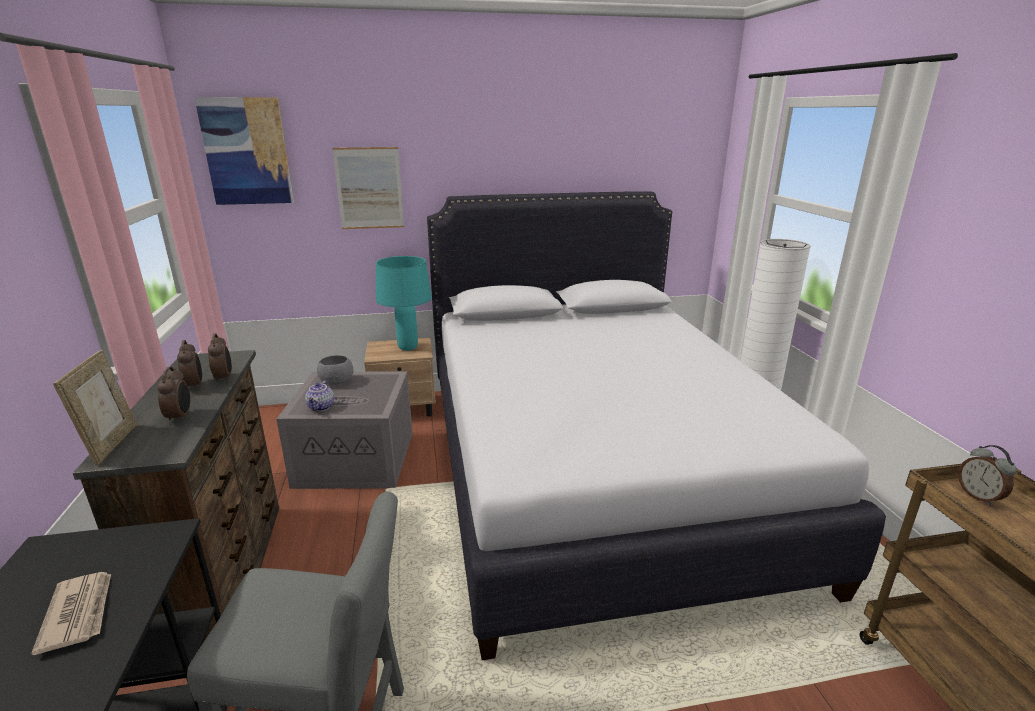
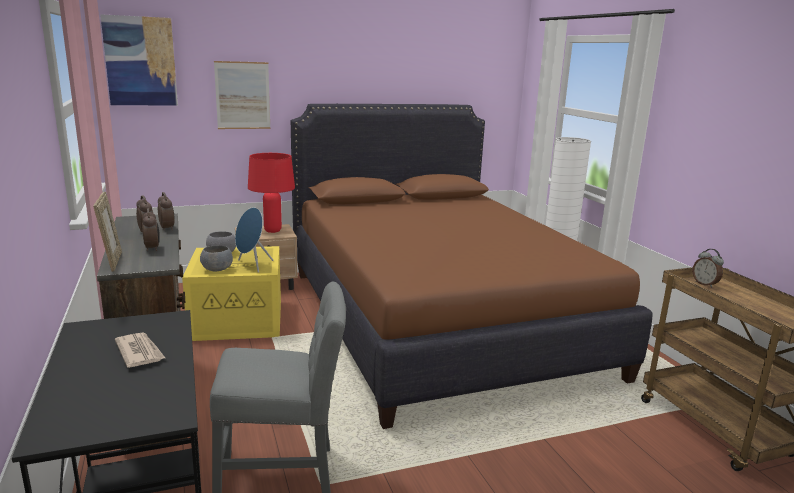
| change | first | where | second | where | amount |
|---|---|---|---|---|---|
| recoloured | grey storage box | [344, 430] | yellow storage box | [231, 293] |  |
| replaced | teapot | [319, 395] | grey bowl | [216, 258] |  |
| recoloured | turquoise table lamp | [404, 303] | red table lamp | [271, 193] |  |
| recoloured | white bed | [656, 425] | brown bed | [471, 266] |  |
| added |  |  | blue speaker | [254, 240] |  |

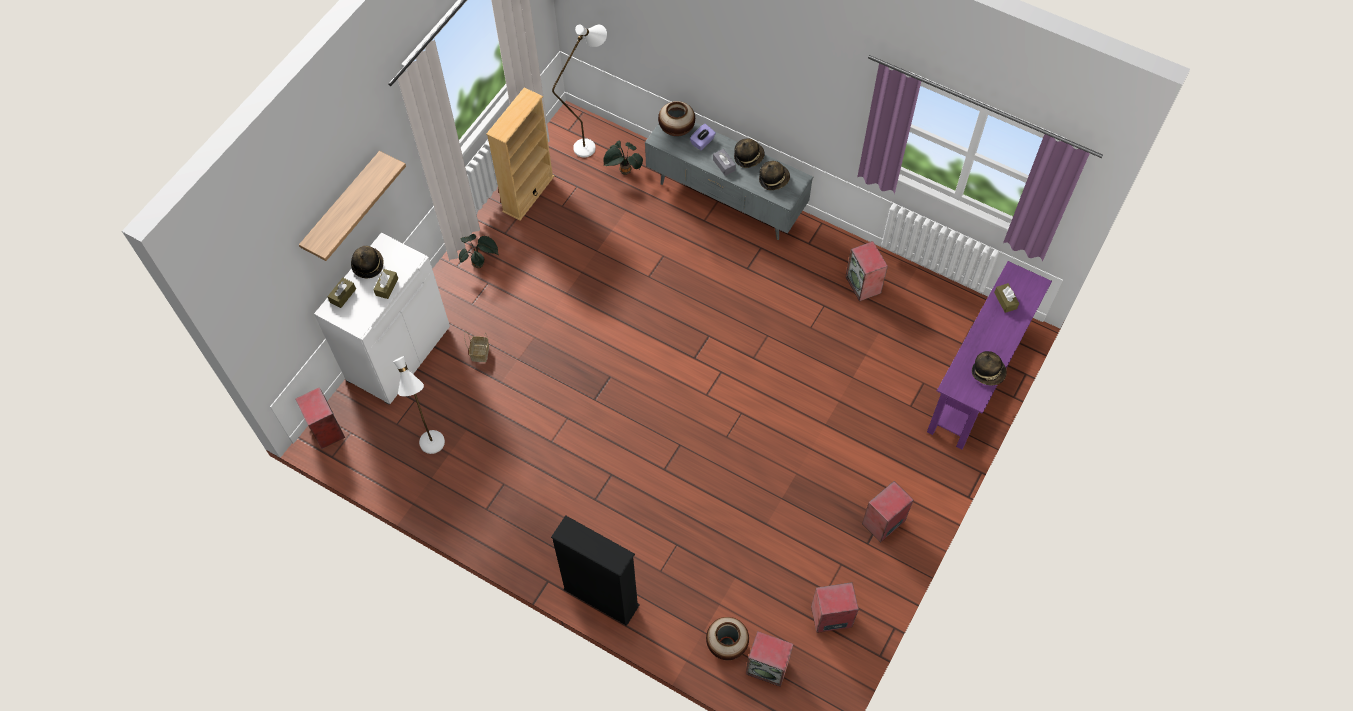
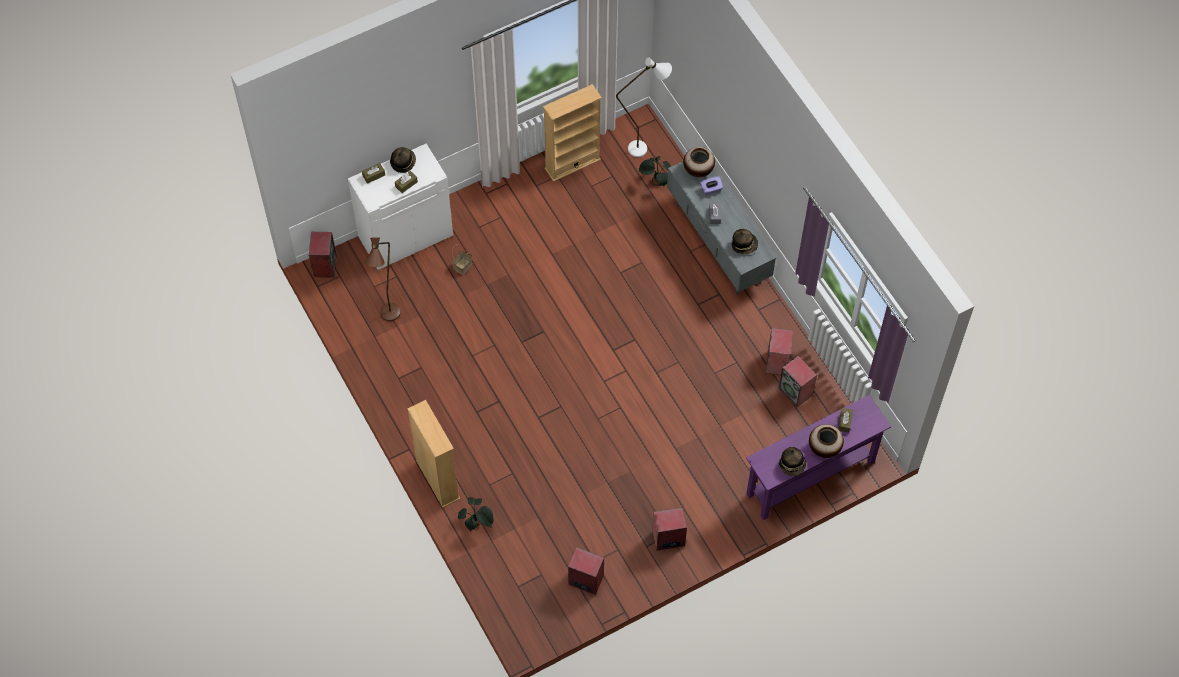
| change | first | where | second | where | amount |
|---|---|---|---|---|---|
| removed | shelf | [352, 206] |  |  |  |
| recoloured | white floor lamp | [419, 405] | brown floor lamp | [382, 279] |  |
| moved | potted plant | [479, 251] |  | [476, 514] |  |
| recoloured | black bookcase | [595, 570] | beige bookcase | [433, 454] |  |
| moved | vase | [727, 638] |  | [826, 441] |  |
| removed | hat | [749, 153] |  |  |  |
| moved | speaker | [769, 659] |  | [797, 381] |  |

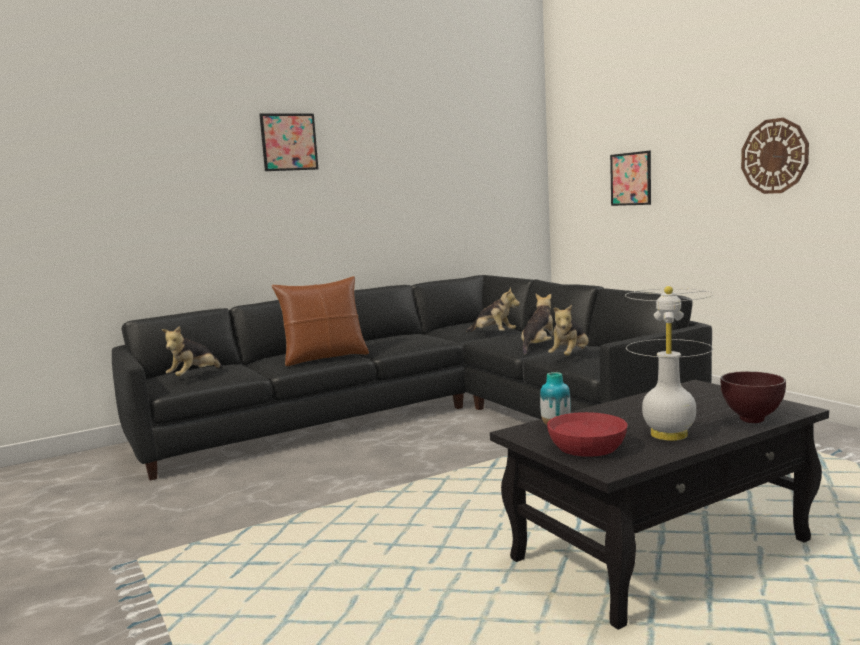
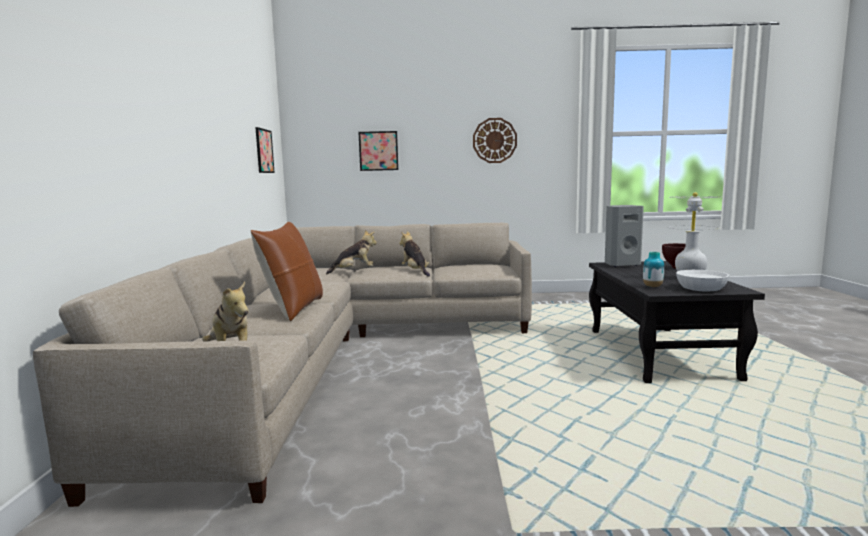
| change | first | where | second | where | amount |
|---|---|---|---|---|---|
| recoloured | black sofa | [412, 377] | beige sofa | [282, 365] |  |
| moved | picture | [288, 142] |  | [265, 150] |  |
| recoloured | red bowl | [587, 434] | white bowl | [702, 280] |  |
| removed | plush toy | [568, 330] |  |  |  |
| added |  |  | grey speaker | [624, 236] |  |

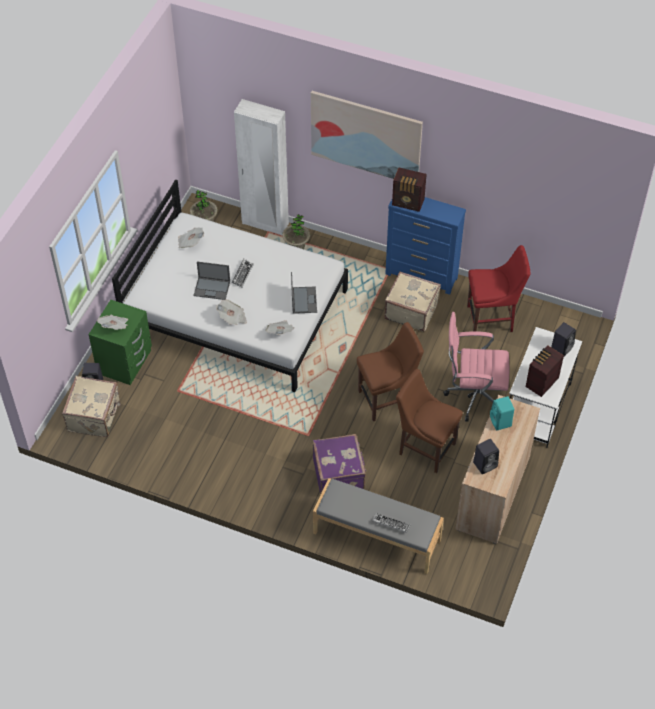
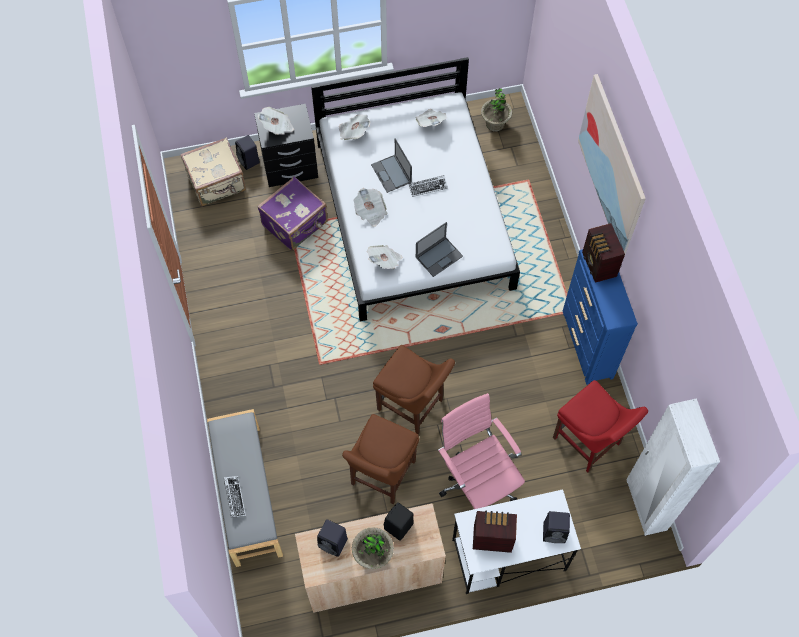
| change | first | where | second | where | amount |
|---|---|---|---|---|---|
| recoloured | green nightstand | [120, 342] | black nightstand | [286, 145] |  |
| moved | white wardrobe | [261, 167] |  | [673, 467] |  |
| moved | potted plant | [296, 231] |  | [373, 548] |  |
| moved | purple suitcase | [339, 464] |  | [292, 213] |  |
| removed | beige suitcase | [412, 301] |  |  |  |
| turned | brown chair | [429, 421] |  | [380, 459] | 150 degrees counterclockwise |
| recoloured | turquoise speaker | [502, 413] | black speaker | [398, 521] |  |
| added |  |  | newspaper | [354, 127] |  |

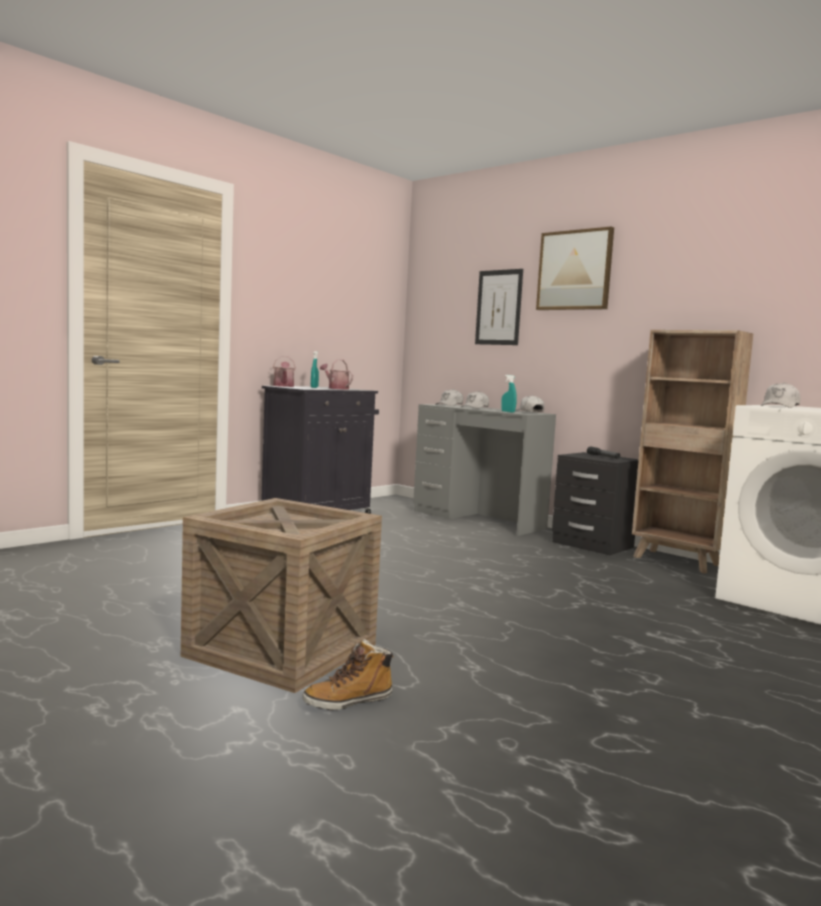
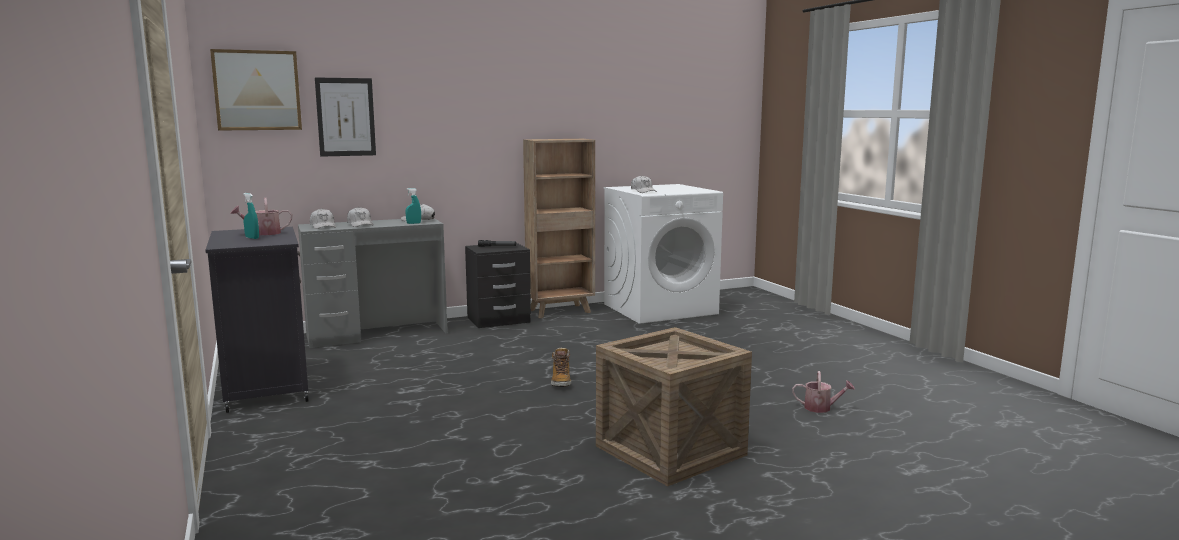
| change | first | where | second | where | amount |
|---|---|---|---|---|---|
| moved | watering can | [284, 371] |  | [823, 392] |  |
| moved | boot | [349, 674] |  | [561, 367] |  |
| moved | picture | [575, 268] |  | [256, 90] |  |

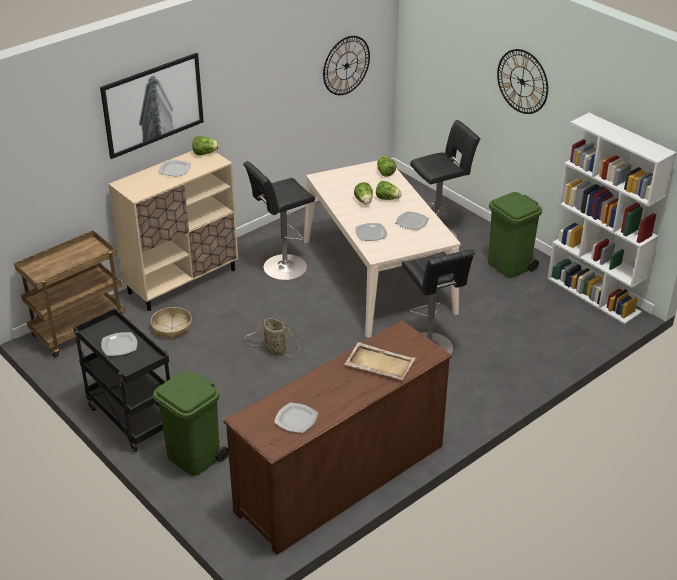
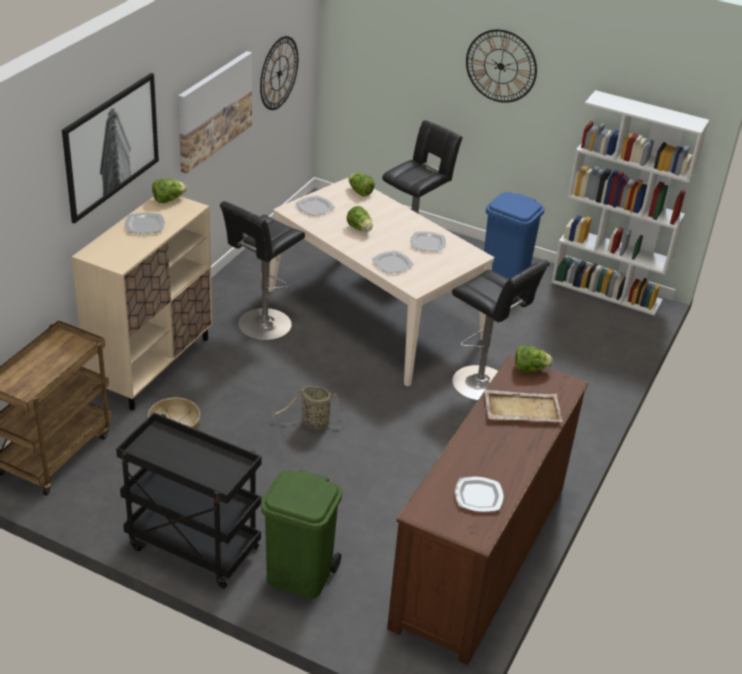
| change | first | where | second | where | amount |
|---|---|---|---|---|---|
| moved | plate | [119, 344] |  | [315, 205] |  |
| moved | lettuce | [389, 190] |  | [534, 358] |  |
| recoloured | green trash can | [515, 235] | blue trash can | [514, 235] |  |
| added |  |  | picture | [215, 112] |  |

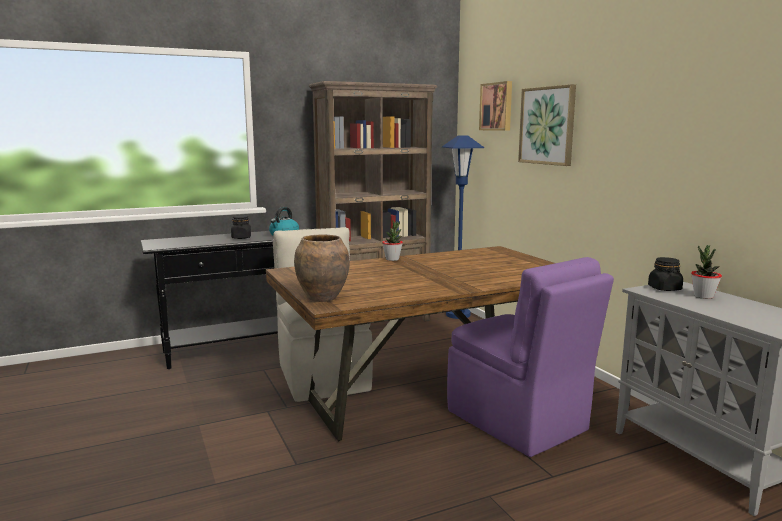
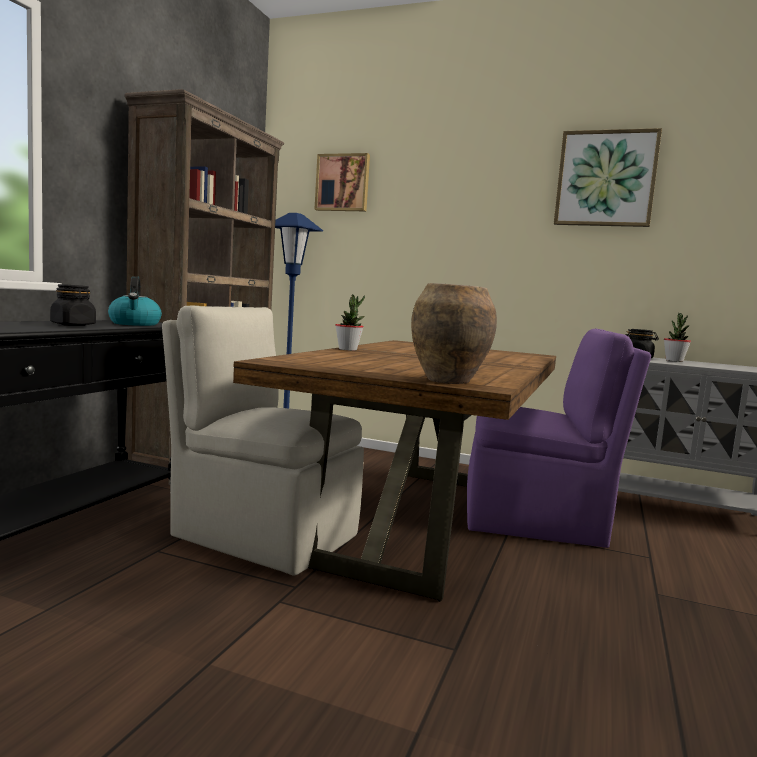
| change | first | where | second | where | amount |
|---|---|---|---|---|---|
| moved | picture | [547, 125] |  | [608, 177] |  |

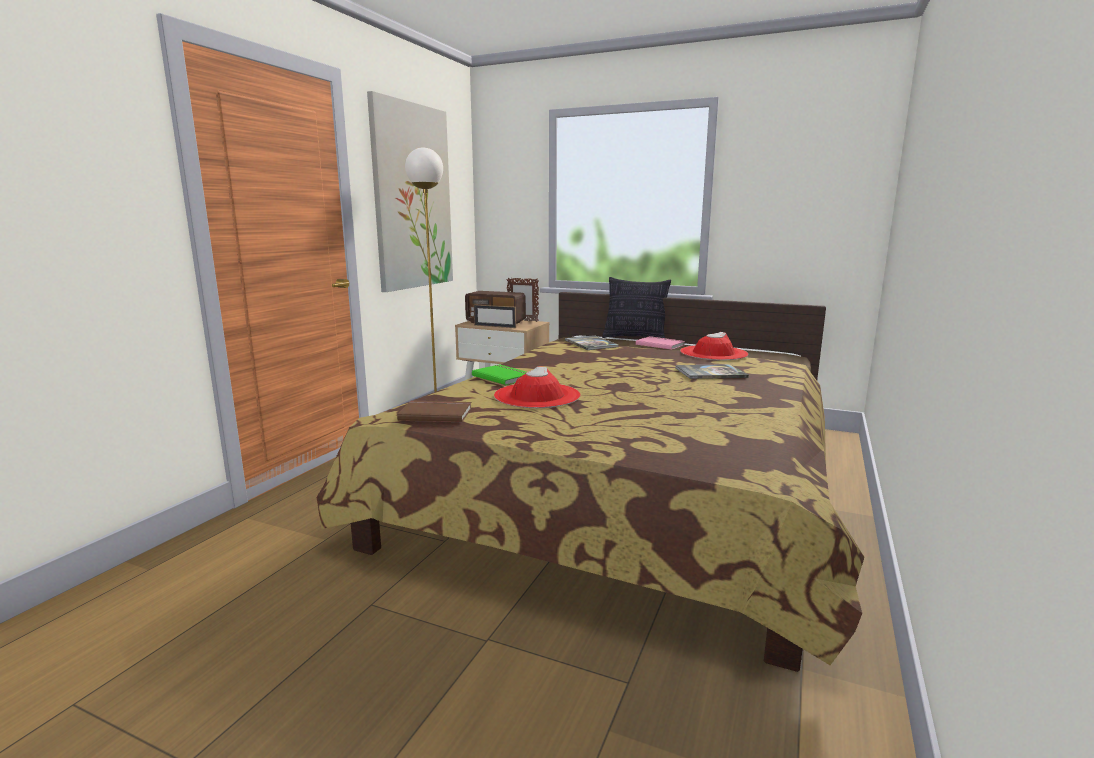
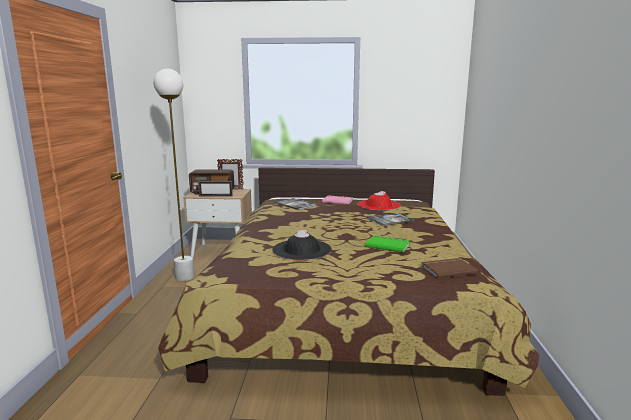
| change | first | where | second | where | amount |
|---|---|---|---|---|---|
| removed | picture | [410, 191] |  |  |  |
| moved | brown book | [434, 411] |  | [449, 268] |  |
| moved | green book | [499, 375] |  | [387, 244] |  |
| recoloured | red hat | [537, 387] | black hat | [302, 245] |  |
| removed | pillow | [636, 307] |  |  |  |

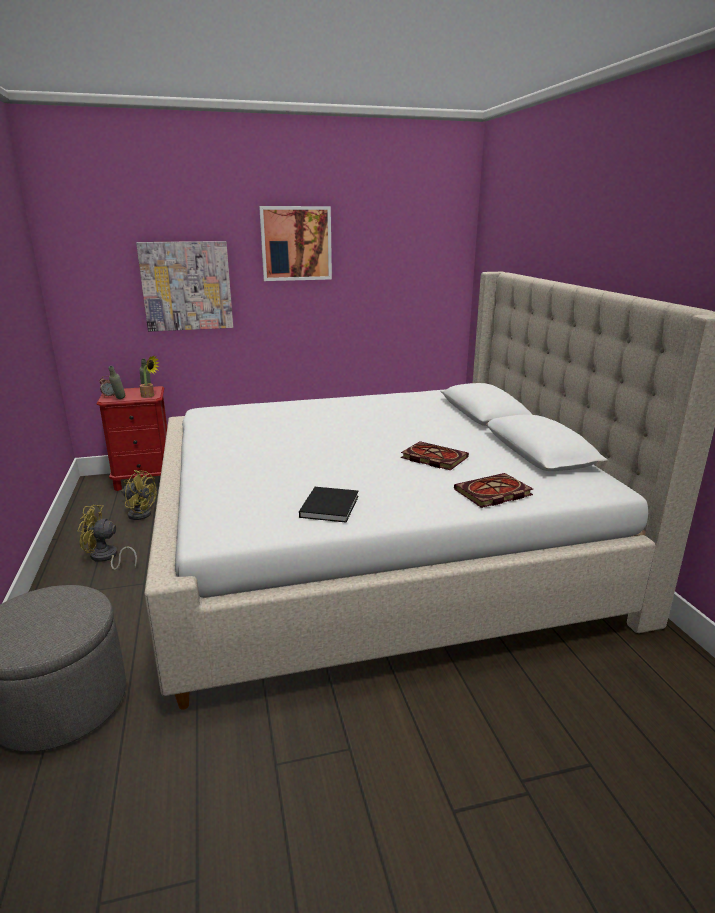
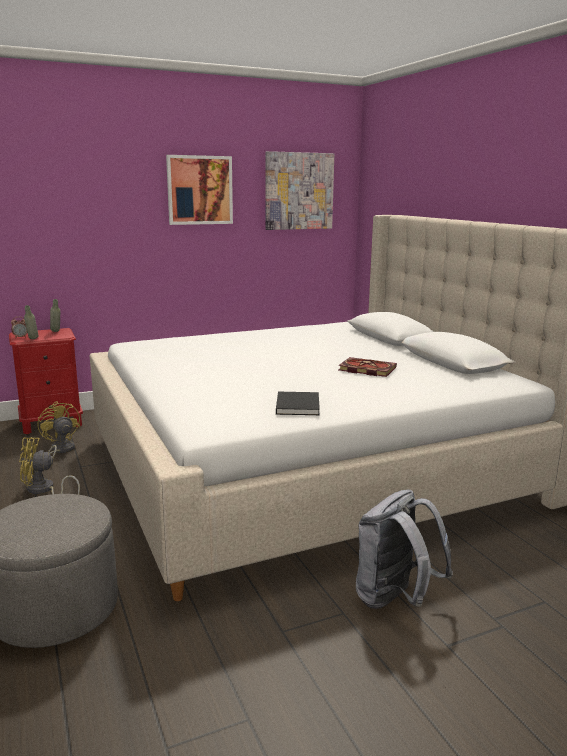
| change | first | where | second | where | amount |
|---|---|---|---|---|---|
| turned | yellow fan | [139, 495] |  | [59, 429] | 135 degrees counterclockwise |
| moved | picture | [184, 286] |  | [299, 190] |  |
| removed | potted plant | [150, 376] |  |  |  |
| removed | book | [493, 490] |  |  |  |
| added |  |  | grey backpack | [404, 549] |  |

